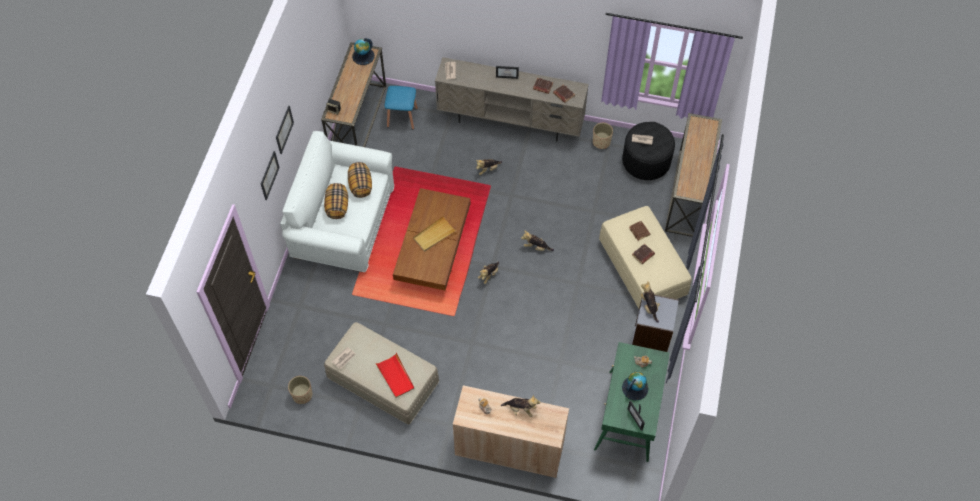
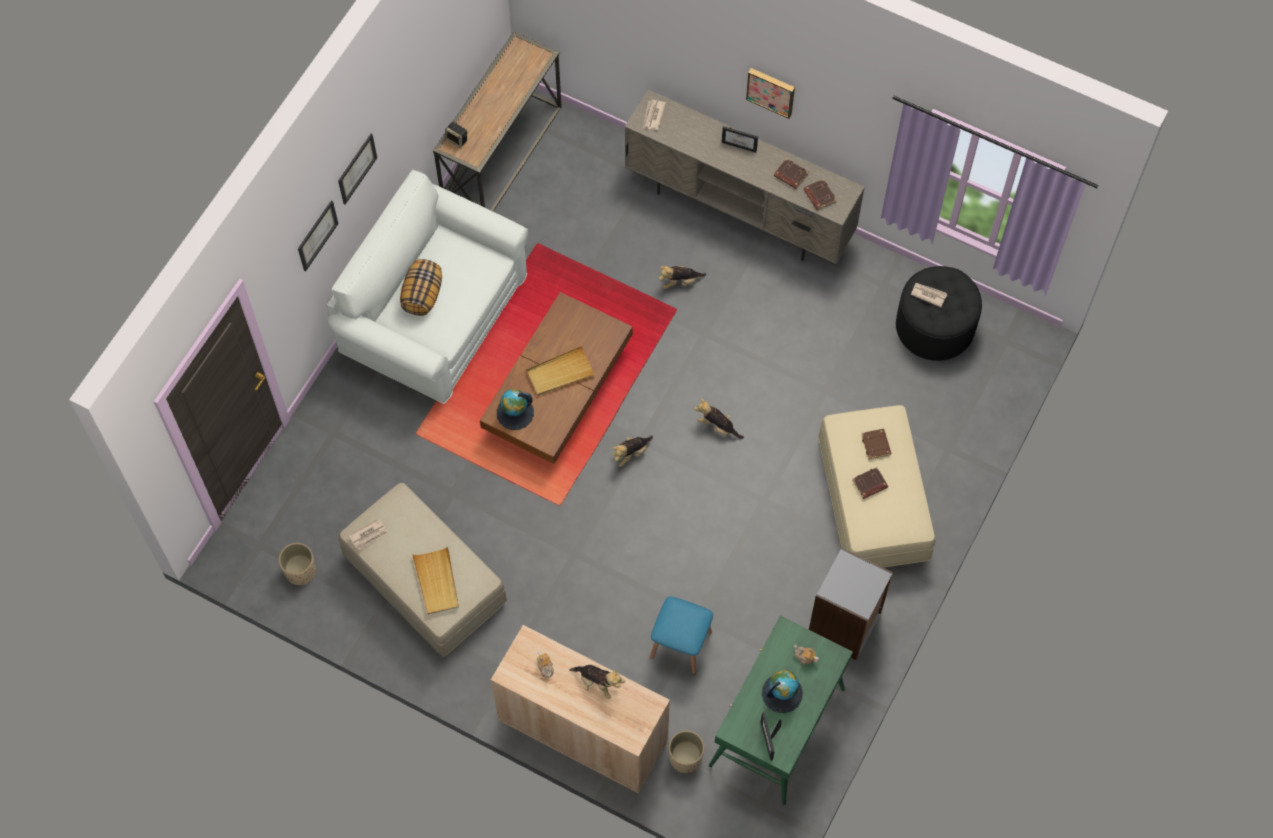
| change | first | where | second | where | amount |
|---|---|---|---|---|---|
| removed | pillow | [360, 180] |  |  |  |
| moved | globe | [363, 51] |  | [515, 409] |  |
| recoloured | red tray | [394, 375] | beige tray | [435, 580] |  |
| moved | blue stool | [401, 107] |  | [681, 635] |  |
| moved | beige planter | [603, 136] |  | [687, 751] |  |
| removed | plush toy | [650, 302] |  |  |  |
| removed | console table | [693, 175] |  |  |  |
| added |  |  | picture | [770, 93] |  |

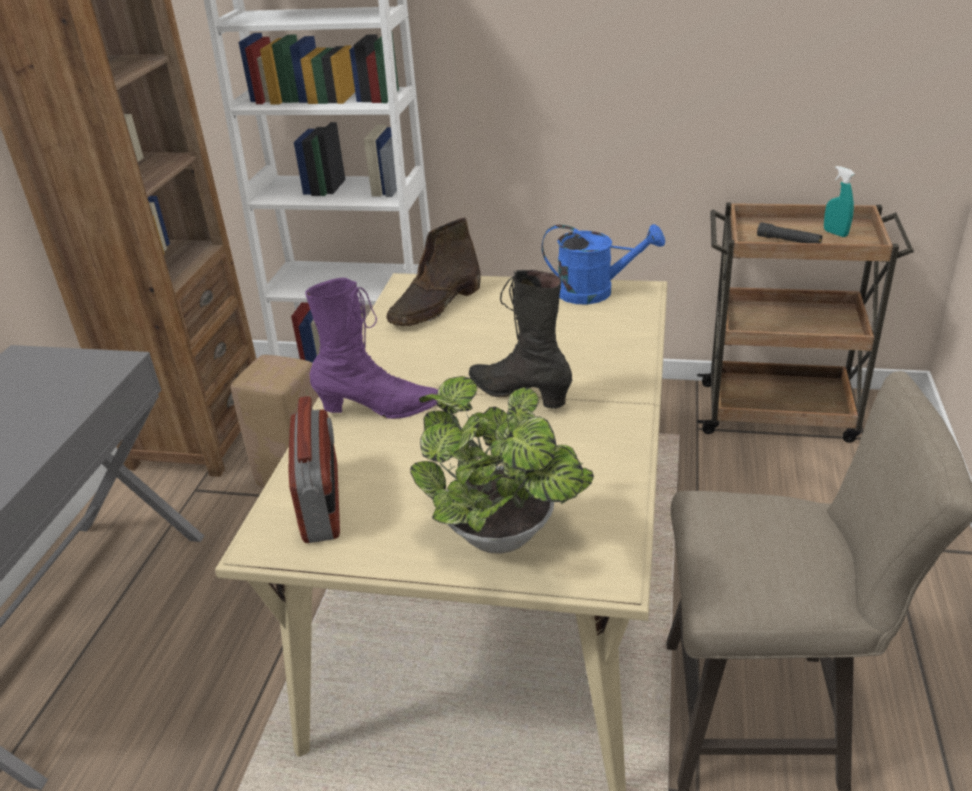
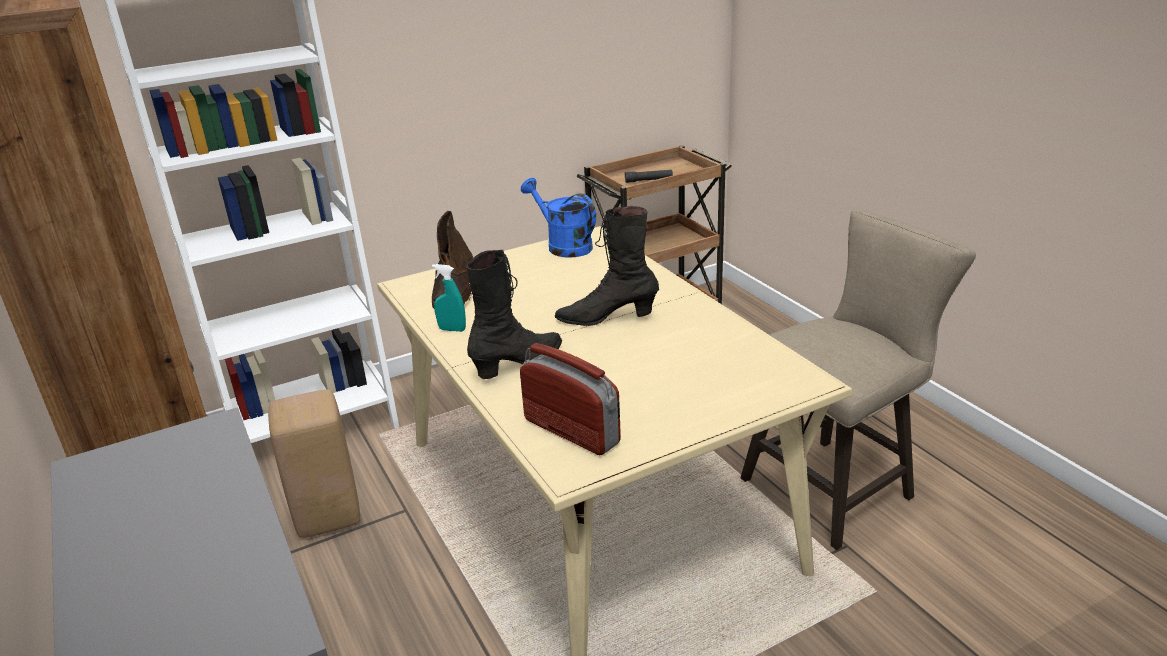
| change | first | where | second | where | amount |
|---|---|---|---|---|---|
| recoloured | purple boot | [371, 348] | black boot | [514, 314] |  |
| removed | potted plant | [502, 465] |  |  |  |
| turned | blue watering can | [603, 264] |  | [558, 218] | 105 degrees counterclockwise |
| moved | turquoise spray bottle | [839, 201] |  | [449, 298] |  |

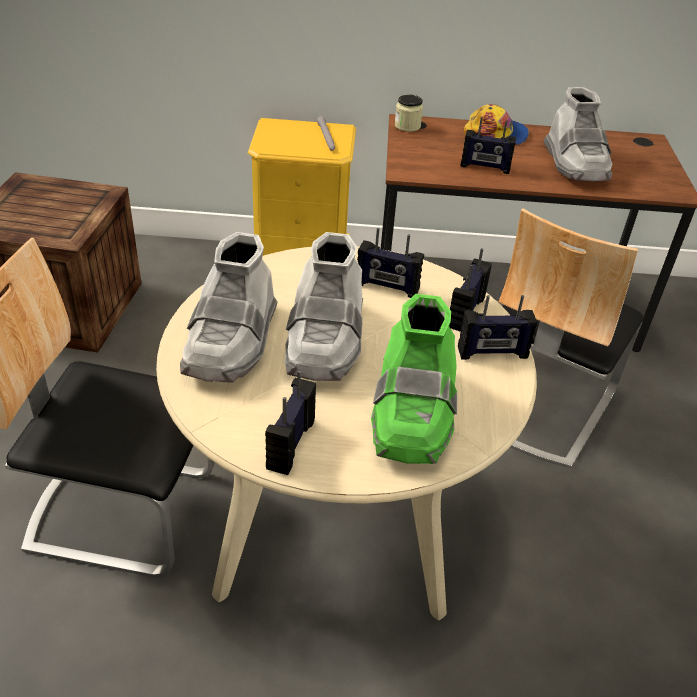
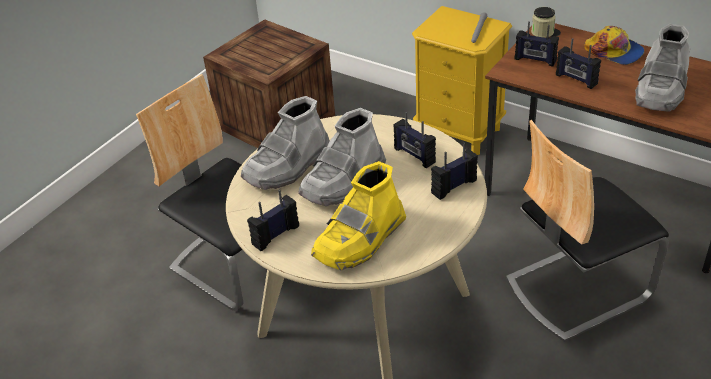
| change | first | where | second | where | amount |
|---|---|---|---|---|---|
| recoloured | green boot | [414, 379] | yellow boot | [358, 216] |  |
| moved | radio | [497, 327] |  | [537, 44] |  |

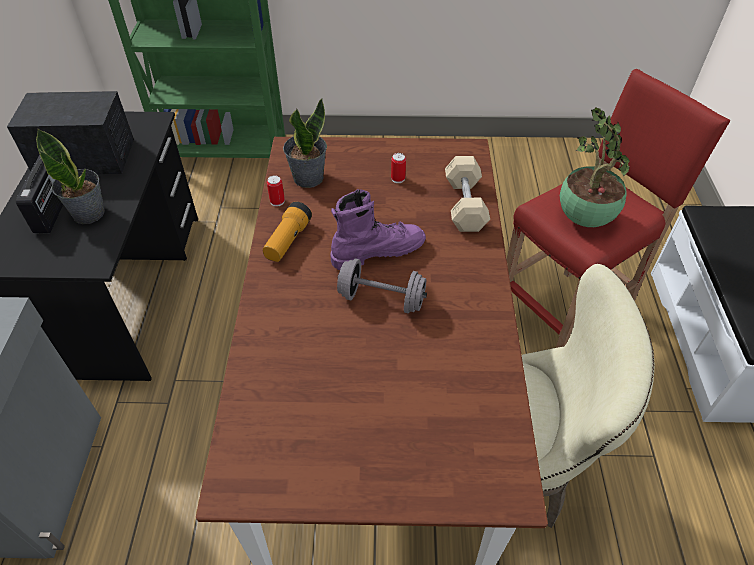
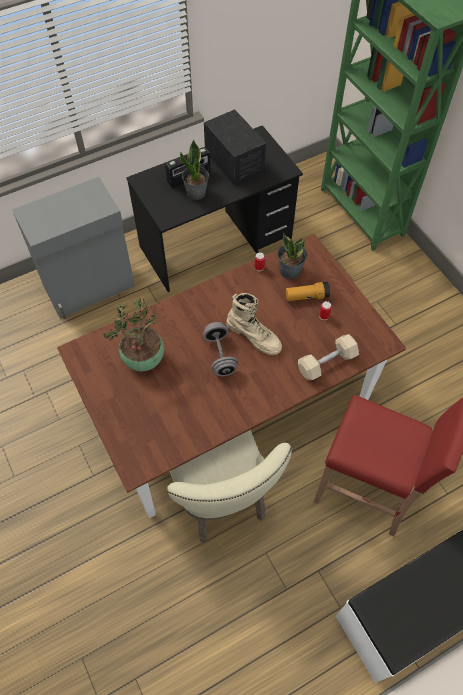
| change | first | where | second | where | amount |
|---|---|---|---|---|---|
| moved | flashlight | [287, 232] |  | [307, 291] |  |
| recoloured | purple boot | [378, 229] | beige boot | [254, 324] |  |
| moved | potted plant | [595, 167] |  | [133, 335] |  |

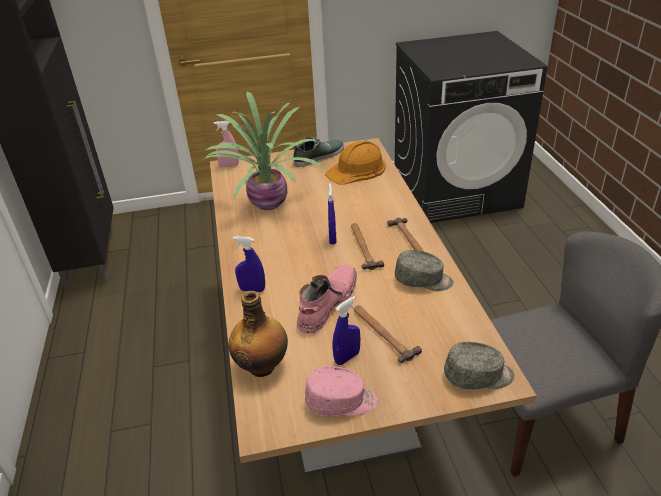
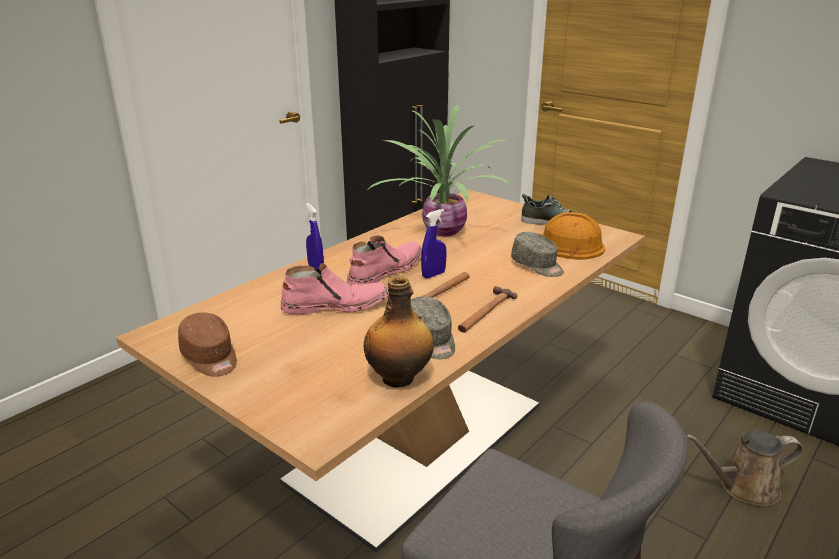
| change | first | where | second | where | amount |
|---|---|---|---|---|---|
| removed | pink spray bottle | [226, 144] |  |  |  |
| moved | bottle | [258, 334] |  | [398, 332] |  |
| recoloured | pink cap | [341, 391] | brown cap | [207, 345] |  |
| removed | blue spray bottle | [346, 330] |  |  |  |
| removed | hammer | [388, 334] |  |  |  |
| moved | grey cap | [479, 366] |  | [537, 254] |  |
| added |  |  | pink boot | [384, 260] |  |
| added |  |  | brown watering can | [744, 468] |  |

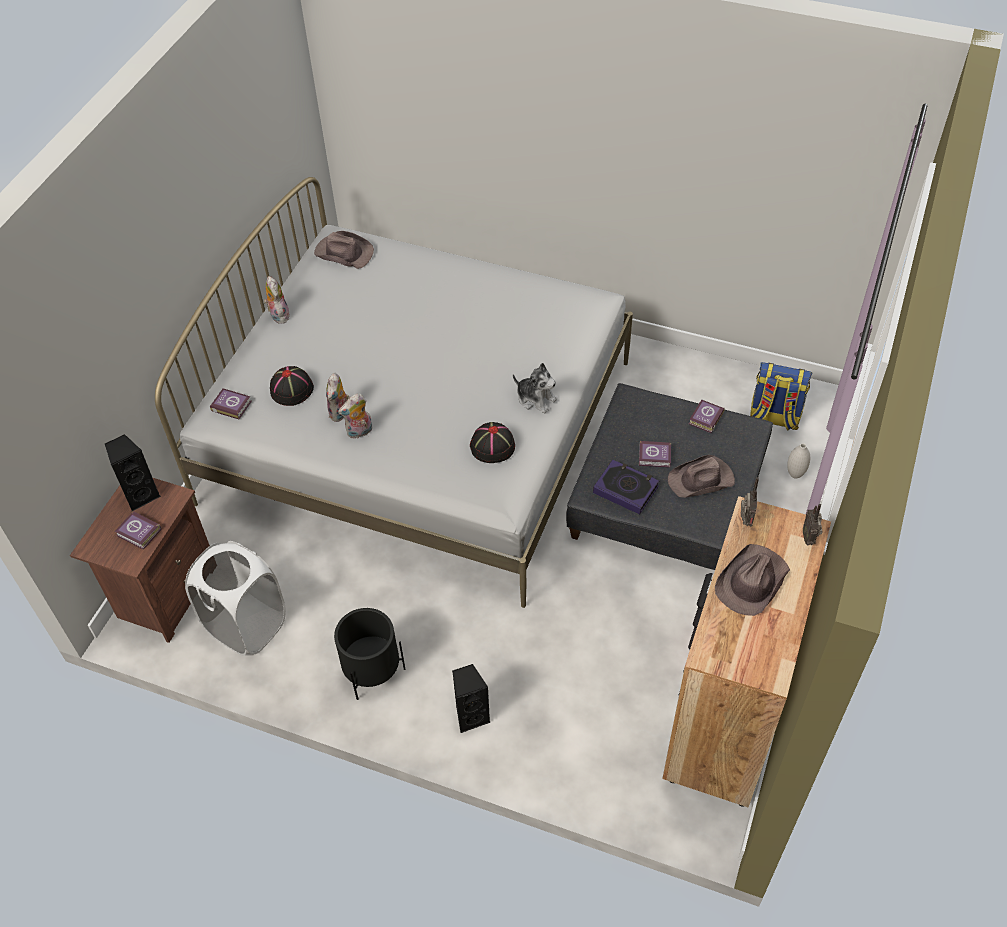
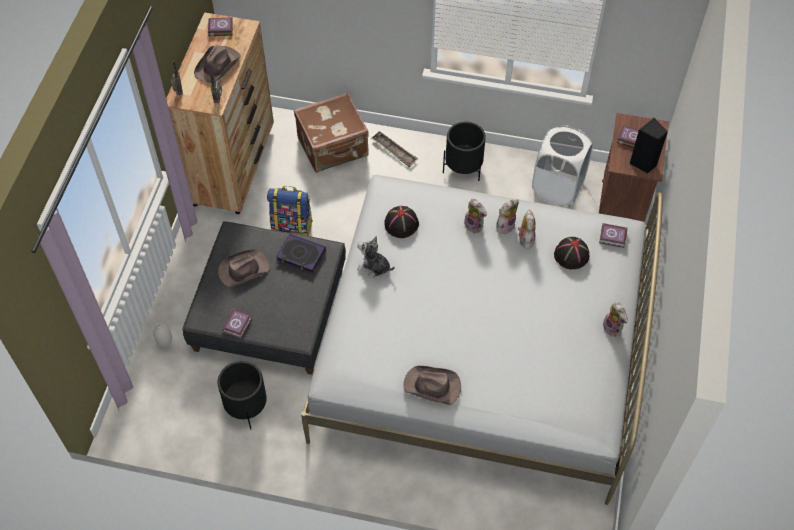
| change | first | where | second | where | amount |
|---|---|---|---|---|---|
| moved | brown hat | [344, 250] |  | [432, 385] |  |
| replaced | black speaker | [471, 698] | tray | [394, 149] |  |
| moved | book | [655, 454] |  | [220, 26] |  |
| moved | backpack | [781, 396] |  | [290, 211] |  |
| added |  |  | black planter | [242, 395] |  |
| added |  |  | brown suitcase | [331, 132] |  |
| added |  |  | plush toy | [475, 216] |  |

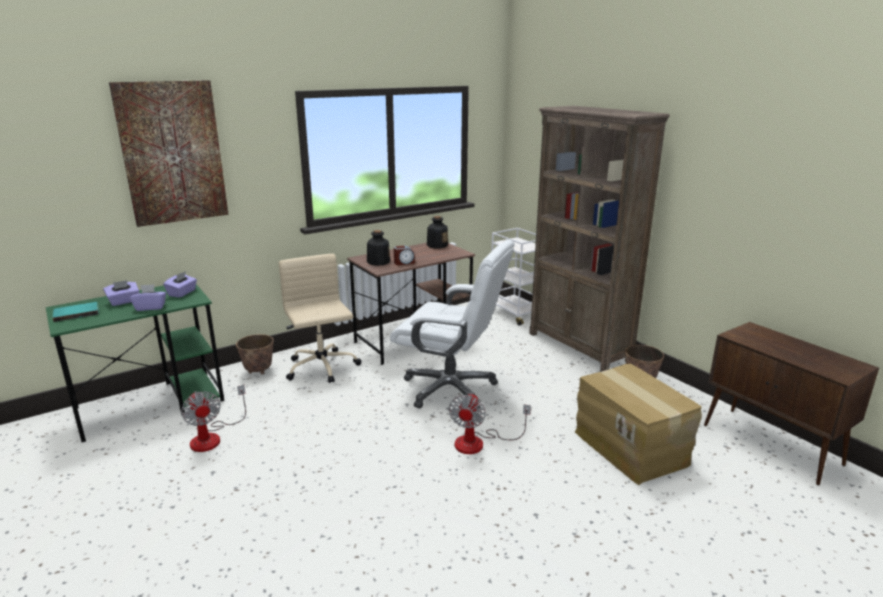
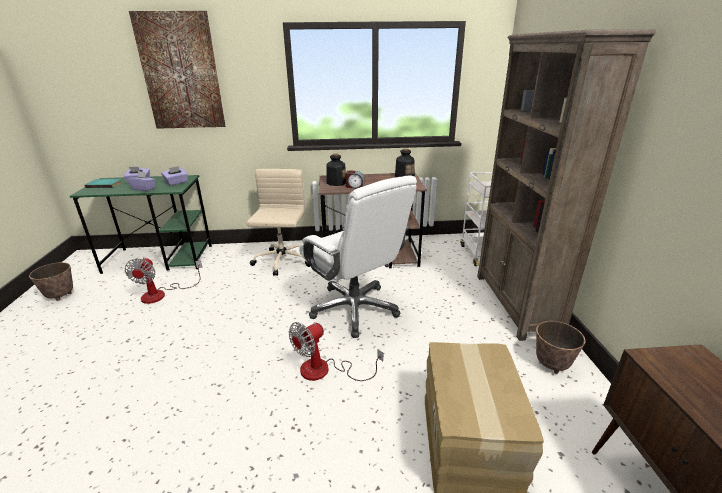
| change | first | where | second | where | amount |
|---|---|---|---|---|---|
| moved | planter | [255, 354] |  | [51, 281] |  |

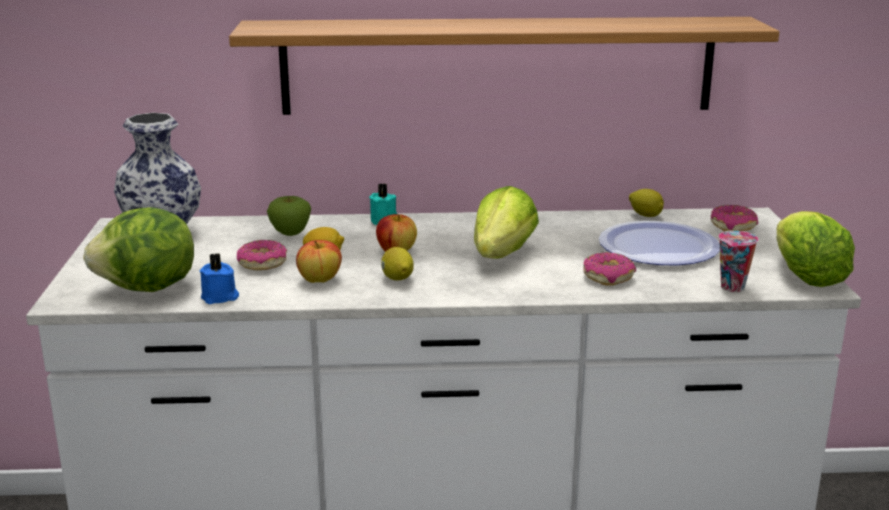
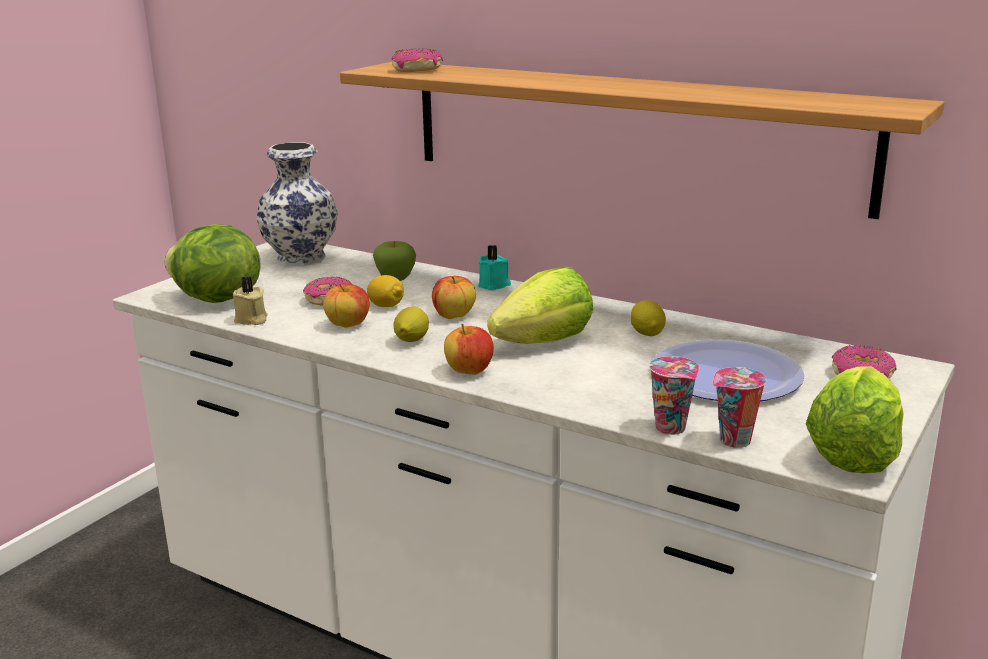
| change | first | where | second | where | amount |
|---|---|---|---|---|---|
| recoloured | blue candle | [219, 278] | beige candle | [250, 300] |  |
| moved | donut | [609, 268] |  | [417, 60] |  |
| moved | lemon | [646, 203] |  | [648, 318] |  |
| added |  |  | apple | [469, 349] |  |
| added |  |  | cup | [674, 395] |  |

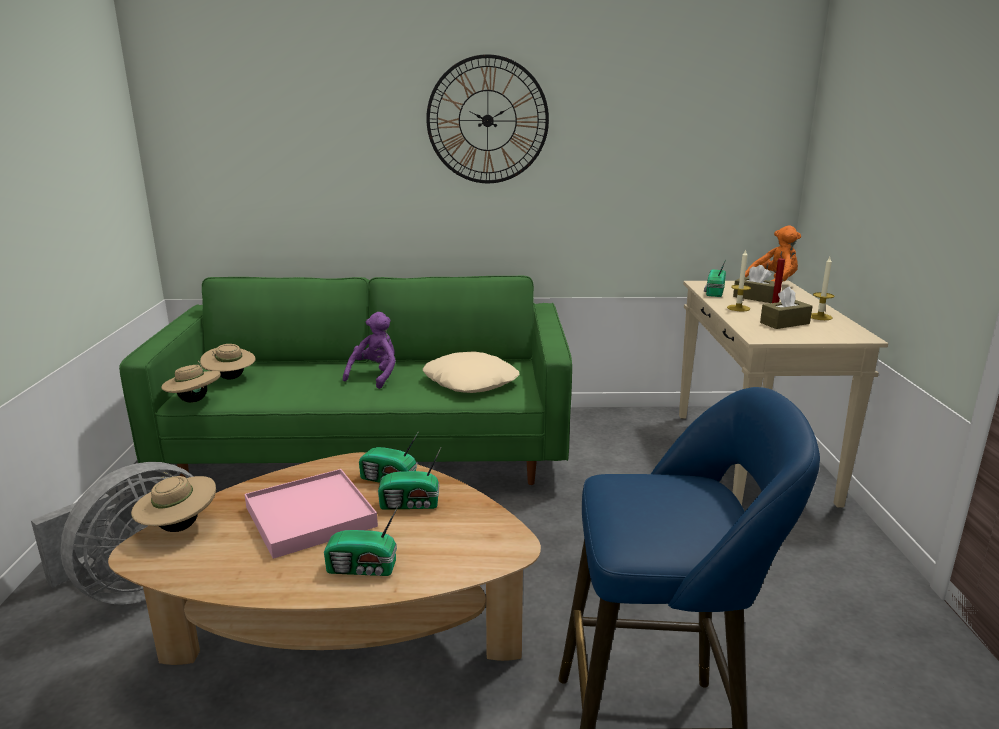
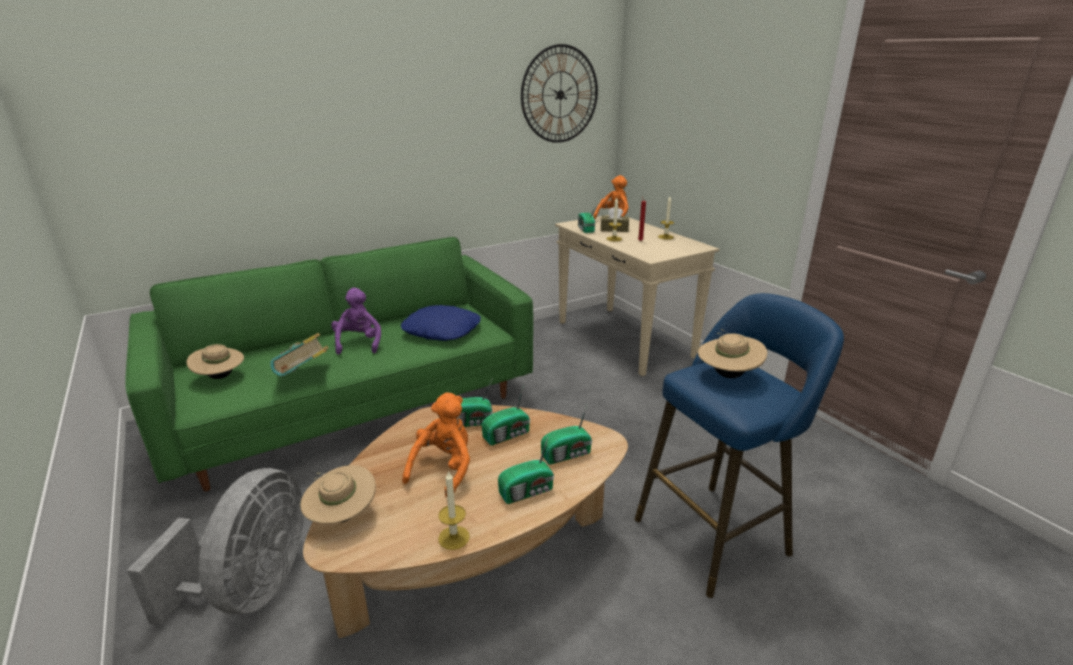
| change | first | where | second | where | amount |
|---|---|---|---|---|---|
| moved | beige hat | [191, 382] |  | [732, 353] |  |
| replaced | pink tray | [311, 514] | orange plush toy | [436, 444] |  |
| recoloured | beige pillow | [471, 372] | blue pillow | [441, 323] |  |
| moved | wall clock | [487, 118] |  | [559, 93] |  |
| removed | brown tissue box | [786, 308] |  |  |  |
| added |  |  | book | [299, 355] |  |
| added |  |  | candle | [454, 510] |  |
| added |  |  | radio | [566, 434] |  |

